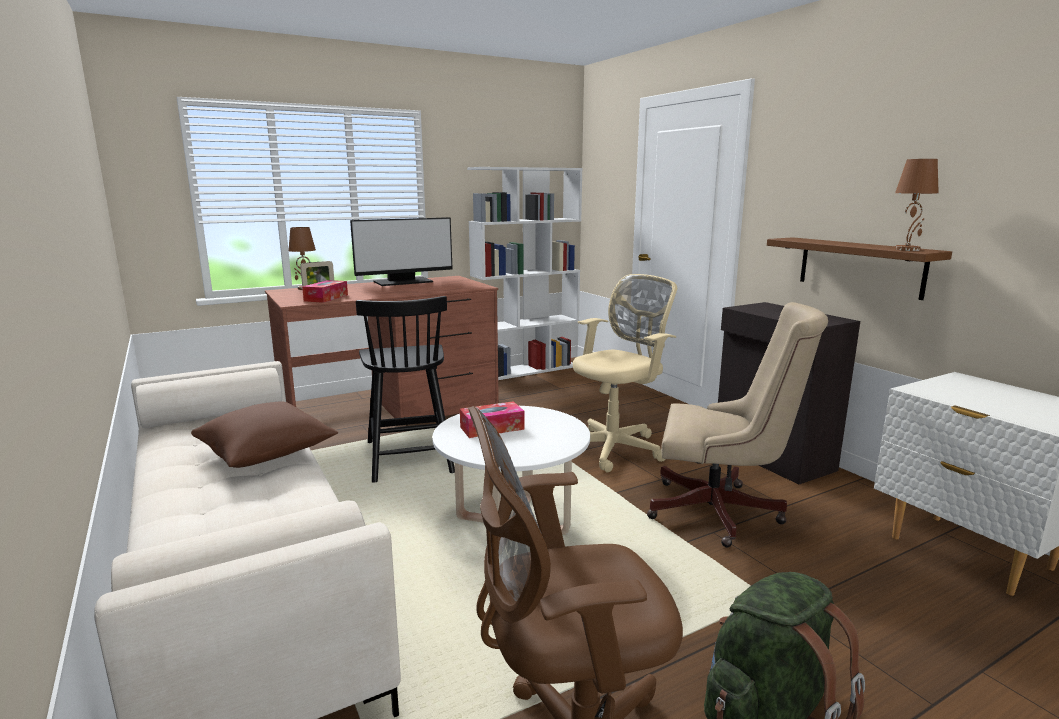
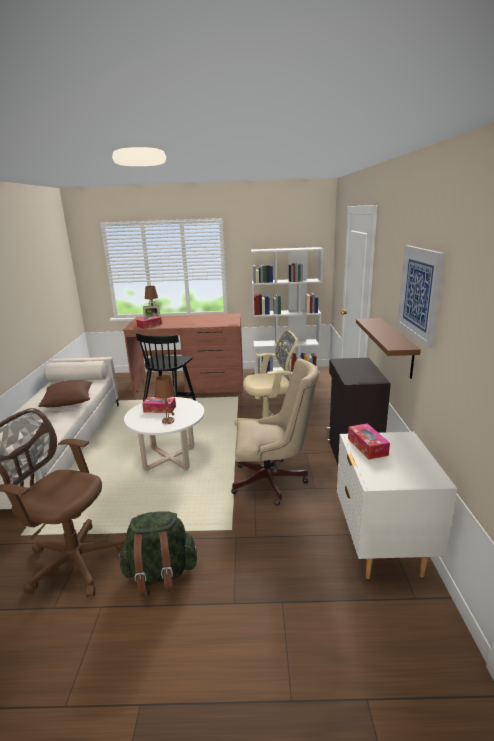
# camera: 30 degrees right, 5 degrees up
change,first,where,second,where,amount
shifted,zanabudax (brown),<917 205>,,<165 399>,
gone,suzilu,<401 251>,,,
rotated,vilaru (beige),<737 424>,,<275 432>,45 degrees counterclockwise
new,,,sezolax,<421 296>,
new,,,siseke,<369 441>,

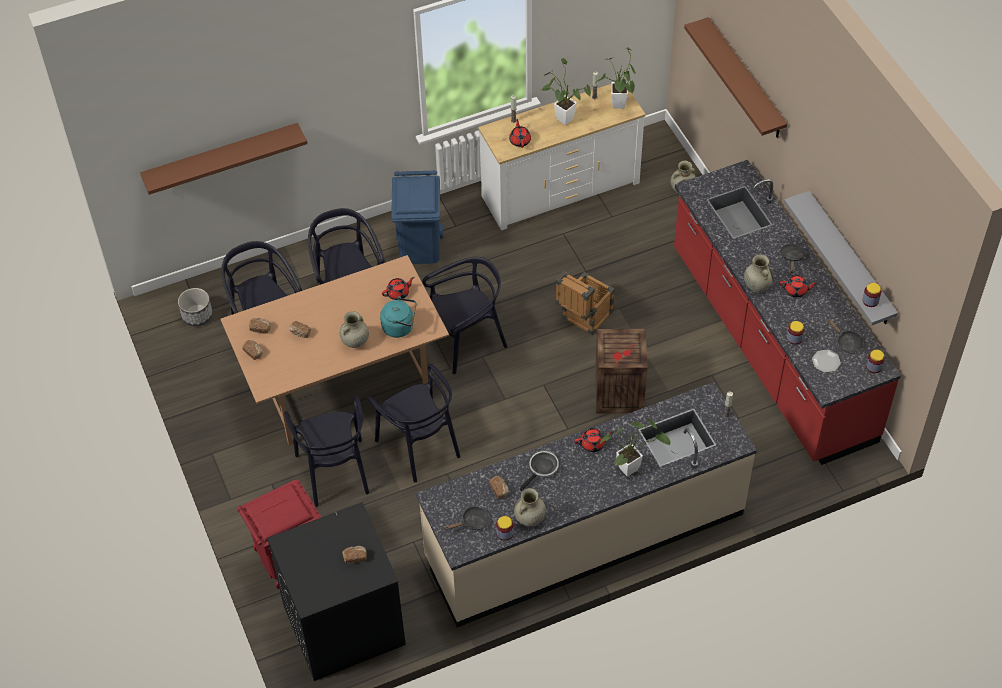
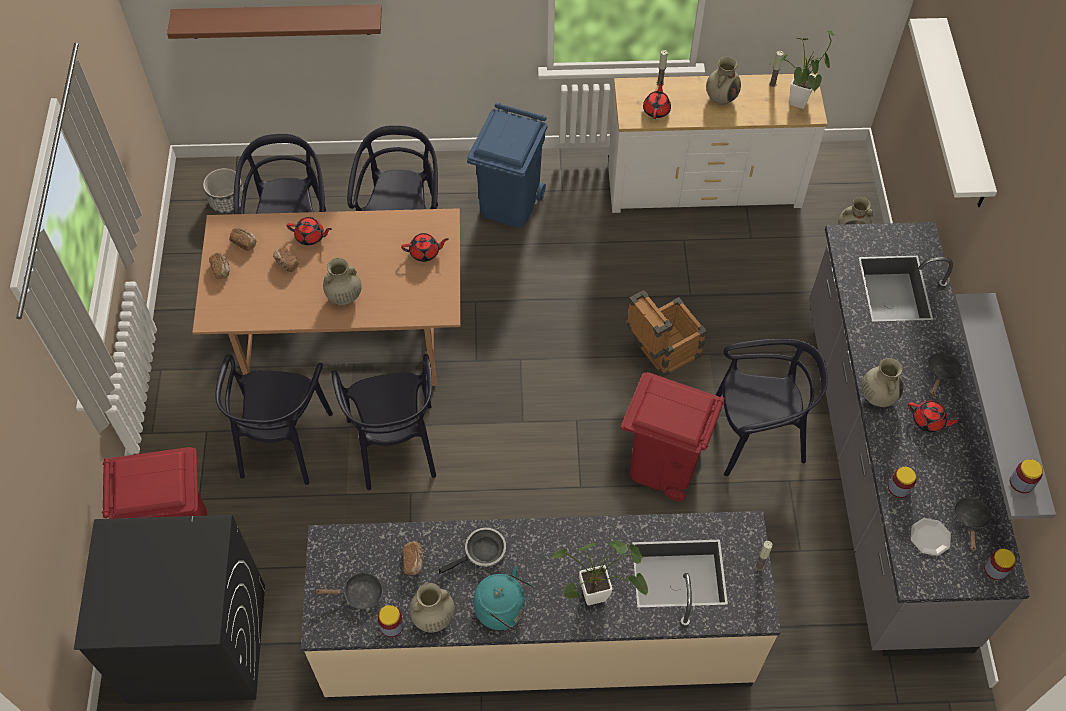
# camera: 20 degrees right, 5 degrees up
change,first,where,second,where,amount
repainted,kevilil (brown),<735 77>,kevilil (white),<952 112>,
swapped,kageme,<566 91>,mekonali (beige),<723 81>,
repainted,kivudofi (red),<787 312>,kivudofi (grey),<919 439>,
shifted,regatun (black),<464 315>,,<772 407>,
shifted,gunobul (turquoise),<398 317>,,<504 598>,
rotated,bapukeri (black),<845 336>,,<973 524>,150 degrees counterclockwise
swapped,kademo,<621 371>,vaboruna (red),<673 436>,
shifted,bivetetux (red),<594 440>,,<309 231>,
gone,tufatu,<354 554>,,,

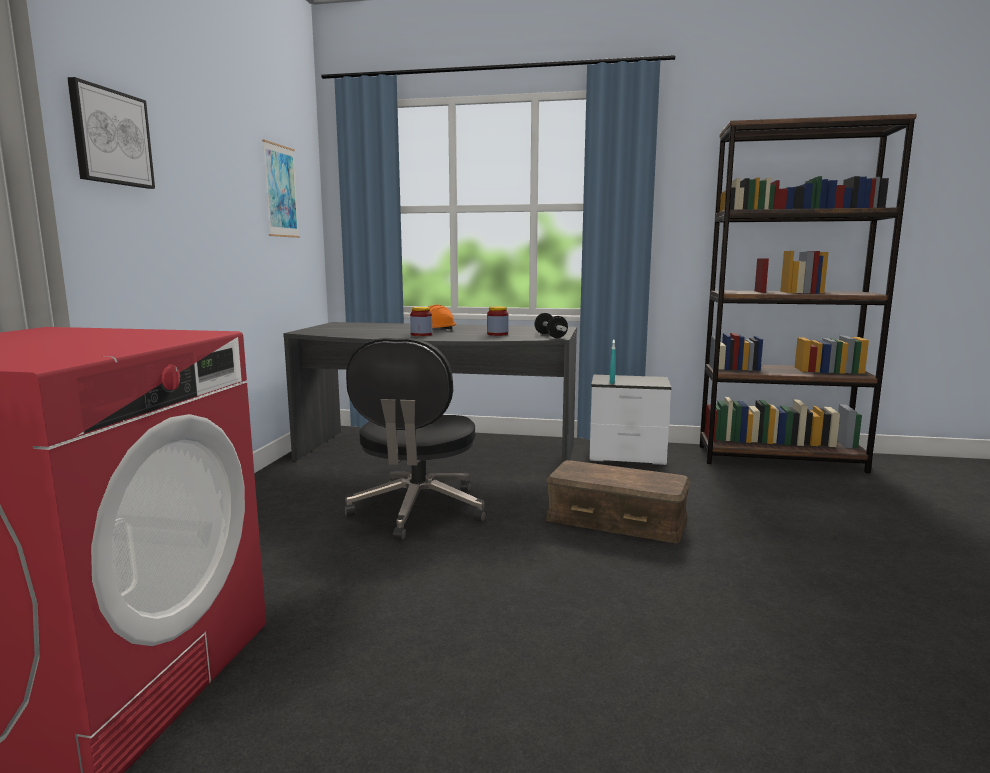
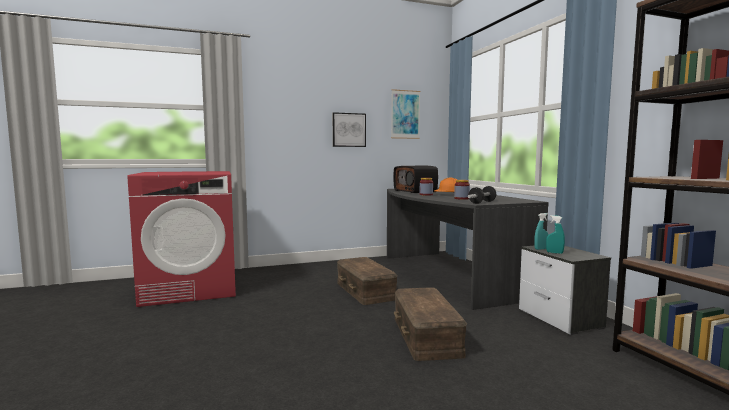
# camera: 60 degrees right, 5 degrees down
change,first,where,second,where,amount
shifted,sezolax,<111 133>,,<349 129>,
swapped,vilaru (black),<415 439>,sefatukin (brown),<367 281>,
new,,,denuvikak,<416 179>,
new,,,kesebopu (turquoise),<555 234>,

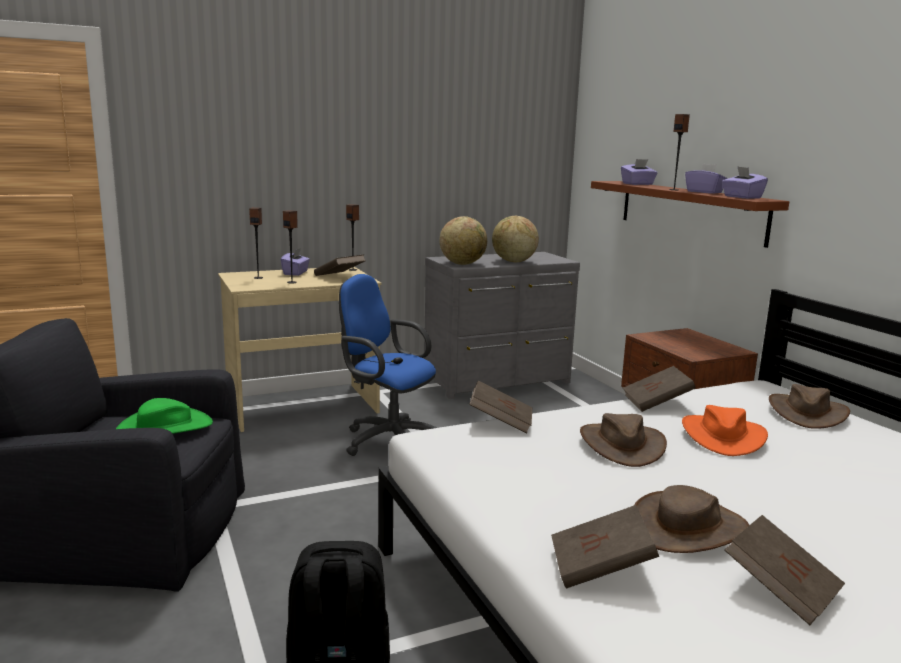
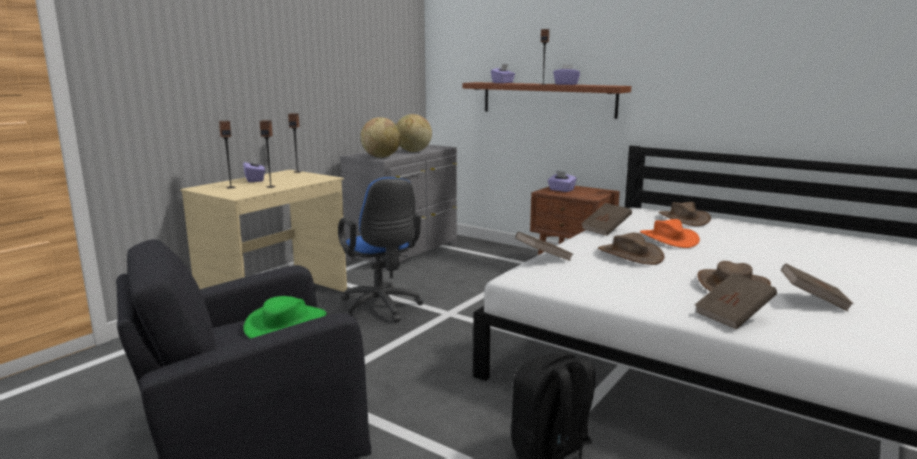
# camera: 30 degrees left, 0 degrees up
change,first,where,second,where,amount
shifted,siseke (purple),<745 182>,,<562 181>,
gone,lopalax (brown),<340 265>,,,
rotated,vilaru (blue),<388 365>,,<381 250>,120 degrees counterclockwise

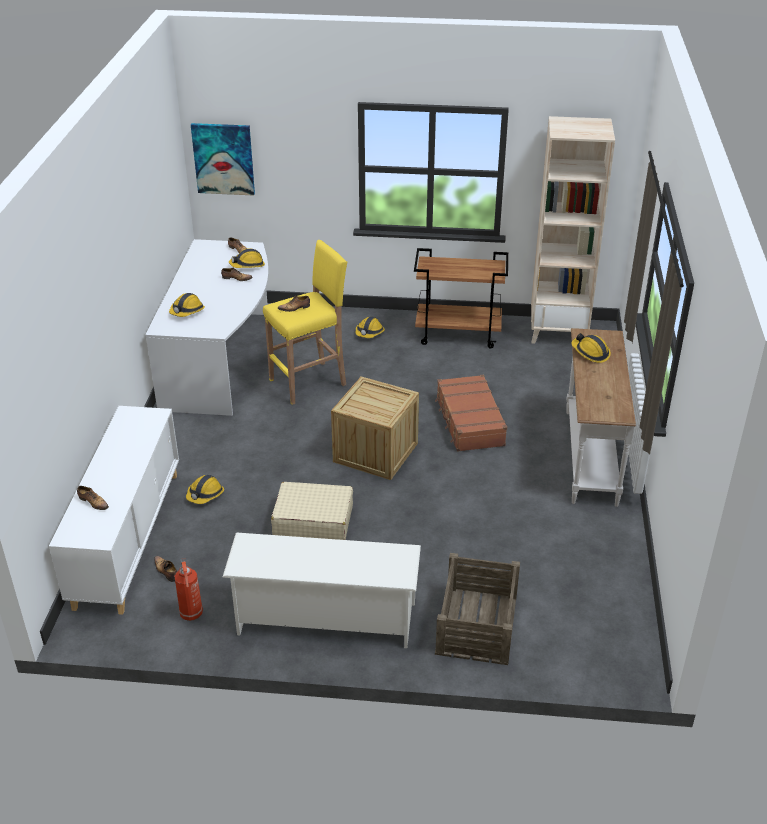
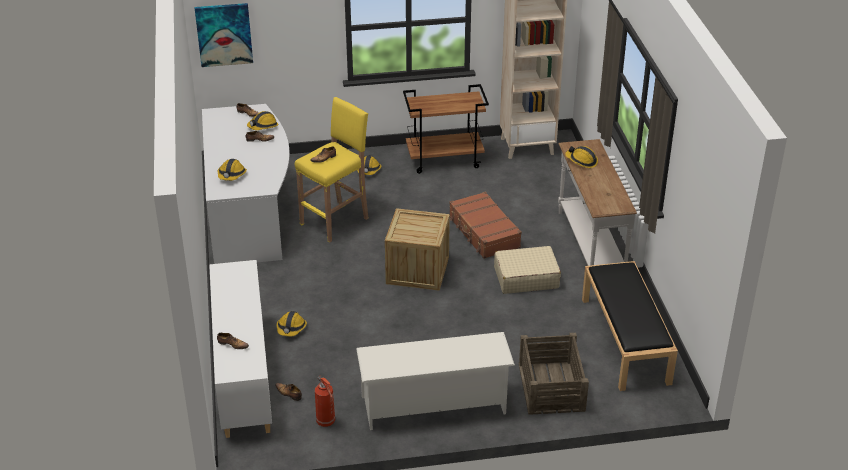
# camera: 15 degrees left, 0 degrees up
change,first,where,second,where,amount
shifted,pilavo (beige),<312 511>,,<527 270>,
new,,,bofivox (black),<630 326>,

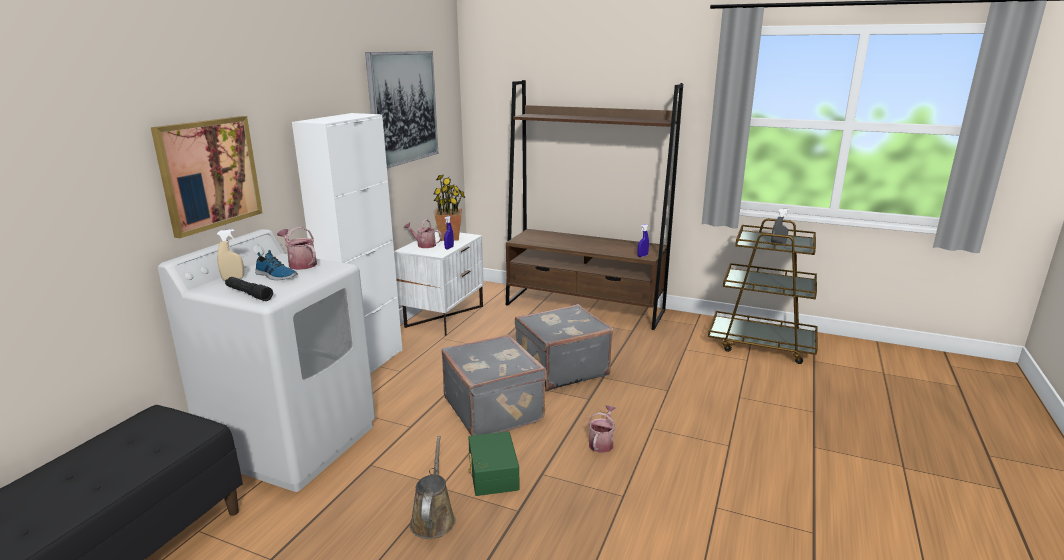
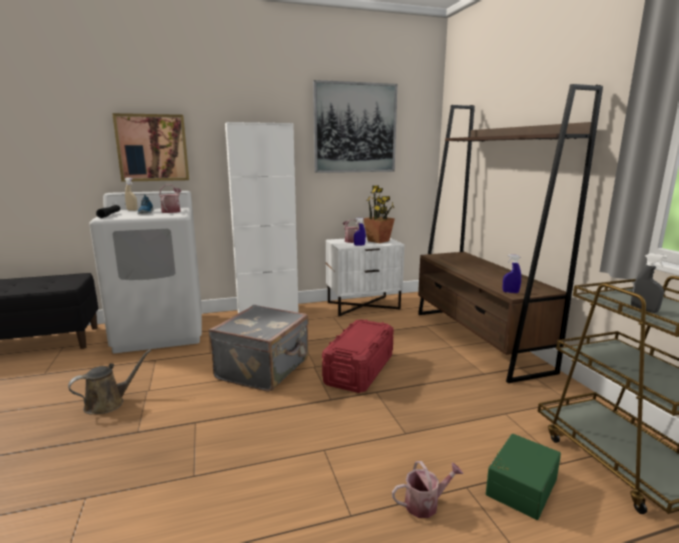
# camera: 50 degrees right, 5 degrees down
change,first,where,second,where,amount
swapped,pilavo (grey),<564 347>,sefatukin (red),<358 356>,
shifted,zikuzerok,<602 429>,,<427 489>,
shifted,sefatukin (green),<494 463>,,<523 477>,

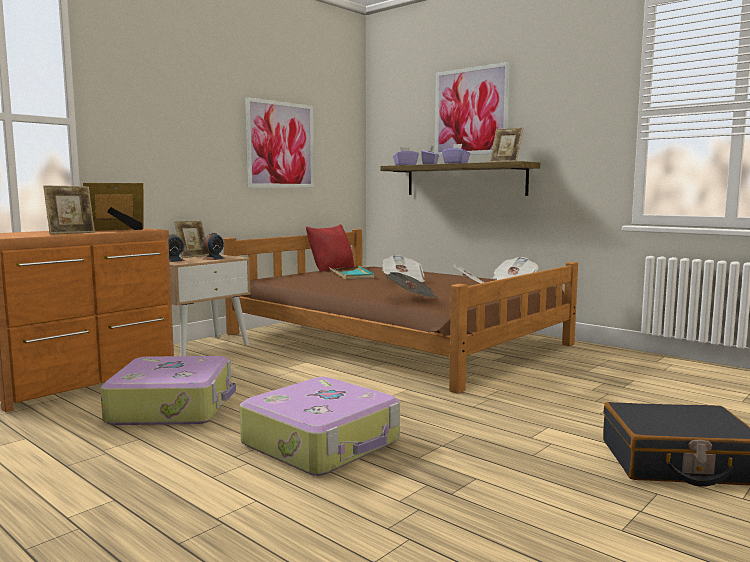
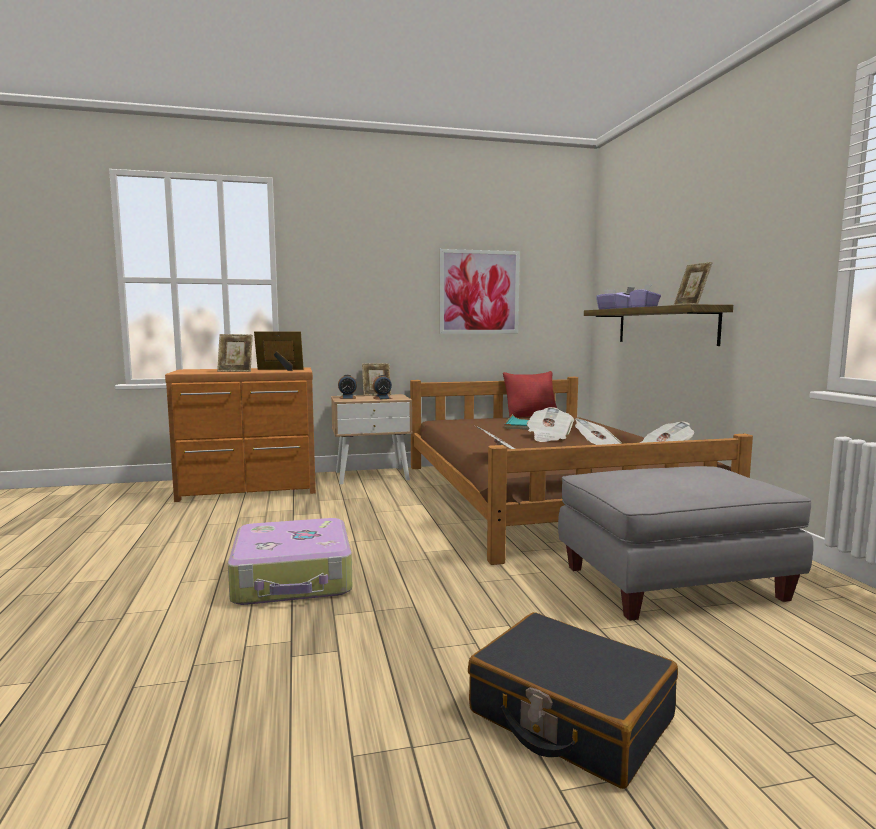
# camera: 35 degrees right, 0 degrees up
change,first,where,second,where,amount
gone,sezolax,<472 109>,,,
gone,pilavo,<168 390>,,,
new,,,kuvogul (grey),<685 543>,

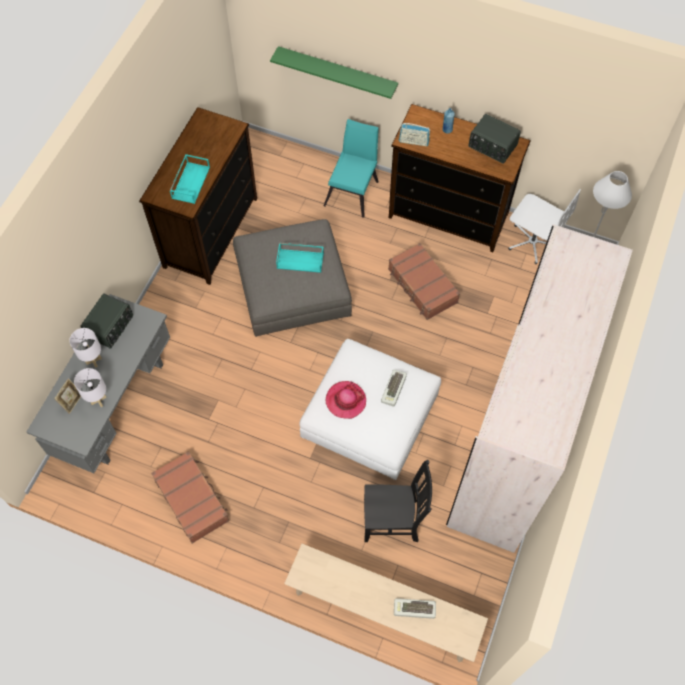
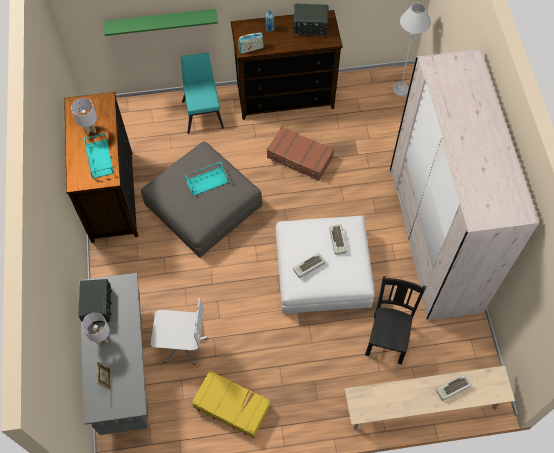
# camera: 30 degrees left, 0 degrees up
change,first,where,second,where,amount
shifted,vilaru (white),<544 226>,,<179 331>,
shifted,zanabudax (white),<90 387>,,<84 116>,
swapped,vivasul,<346 400>,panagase,<309 265>,
repainted,pilavo (brown),<190 497>,pilavo (yellow),<231 404>,
rotated,regatun (black),<398 501>,,<395 320>,45 degrees counterclockwise

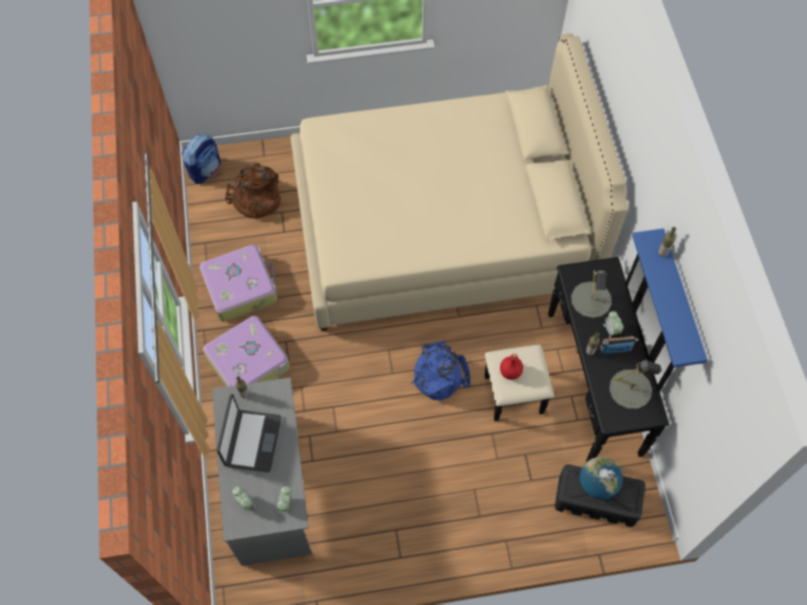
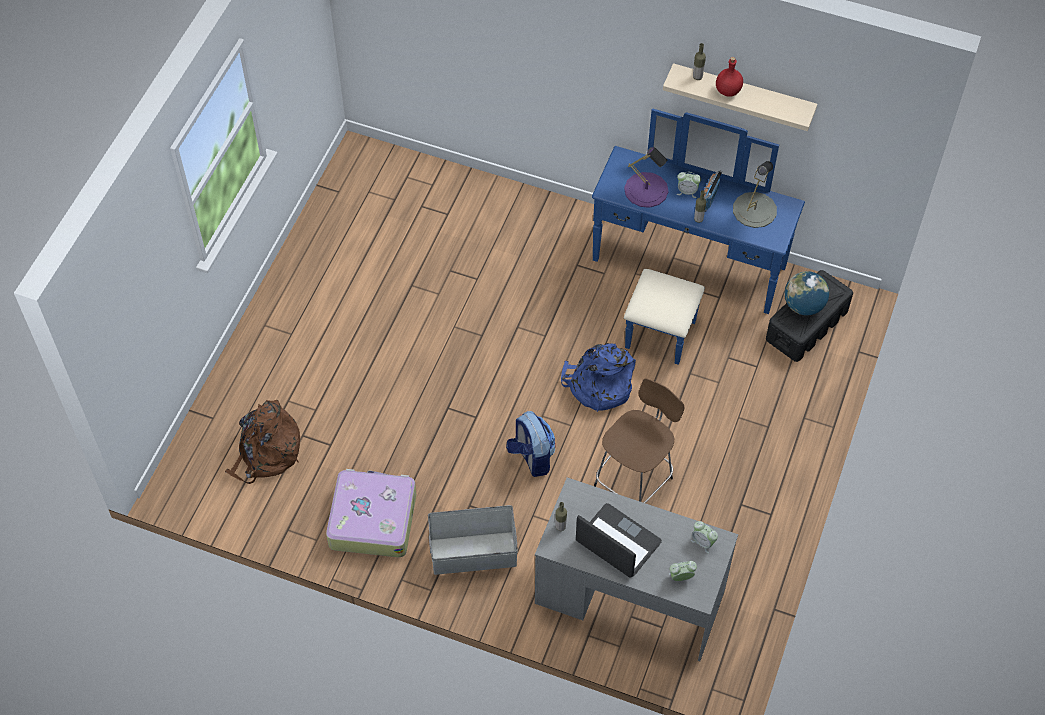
# camera: 60 degrees left, 5 degrees down
change,first,where,second,where,amount
gone,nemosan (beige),<459 182>,,,
shifted,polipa,<201 159>,,<530 444>,
repainted,kevilil (blue),<670 298>,kevilil (beige),<740 97>,
repainted,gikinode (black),<579 357>,gikinode (blue),<698 236>,
repainted,zanabudax (grey),<591 294>,zanabudax (purple),<646 177>,
swapped,pilavo,<246 351>,sefatukin (grey),<473 540>,
shifted,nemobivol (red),<511 367>,,<729 77>,
new,,,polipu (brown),<639 440>,

